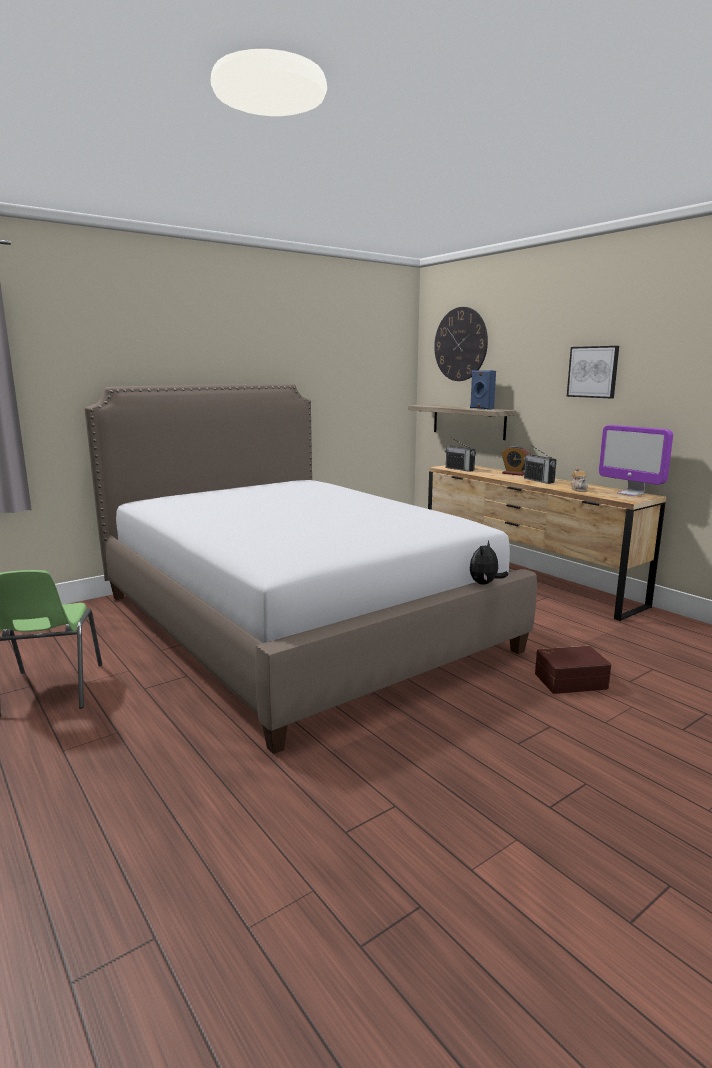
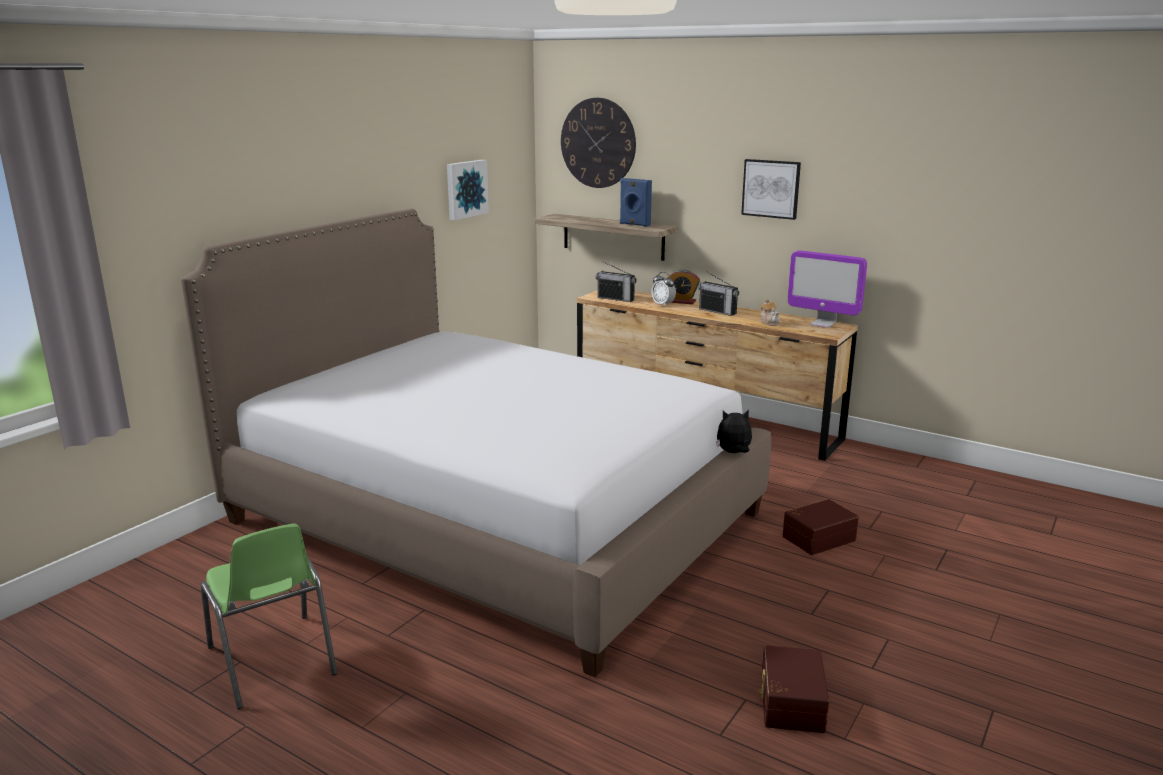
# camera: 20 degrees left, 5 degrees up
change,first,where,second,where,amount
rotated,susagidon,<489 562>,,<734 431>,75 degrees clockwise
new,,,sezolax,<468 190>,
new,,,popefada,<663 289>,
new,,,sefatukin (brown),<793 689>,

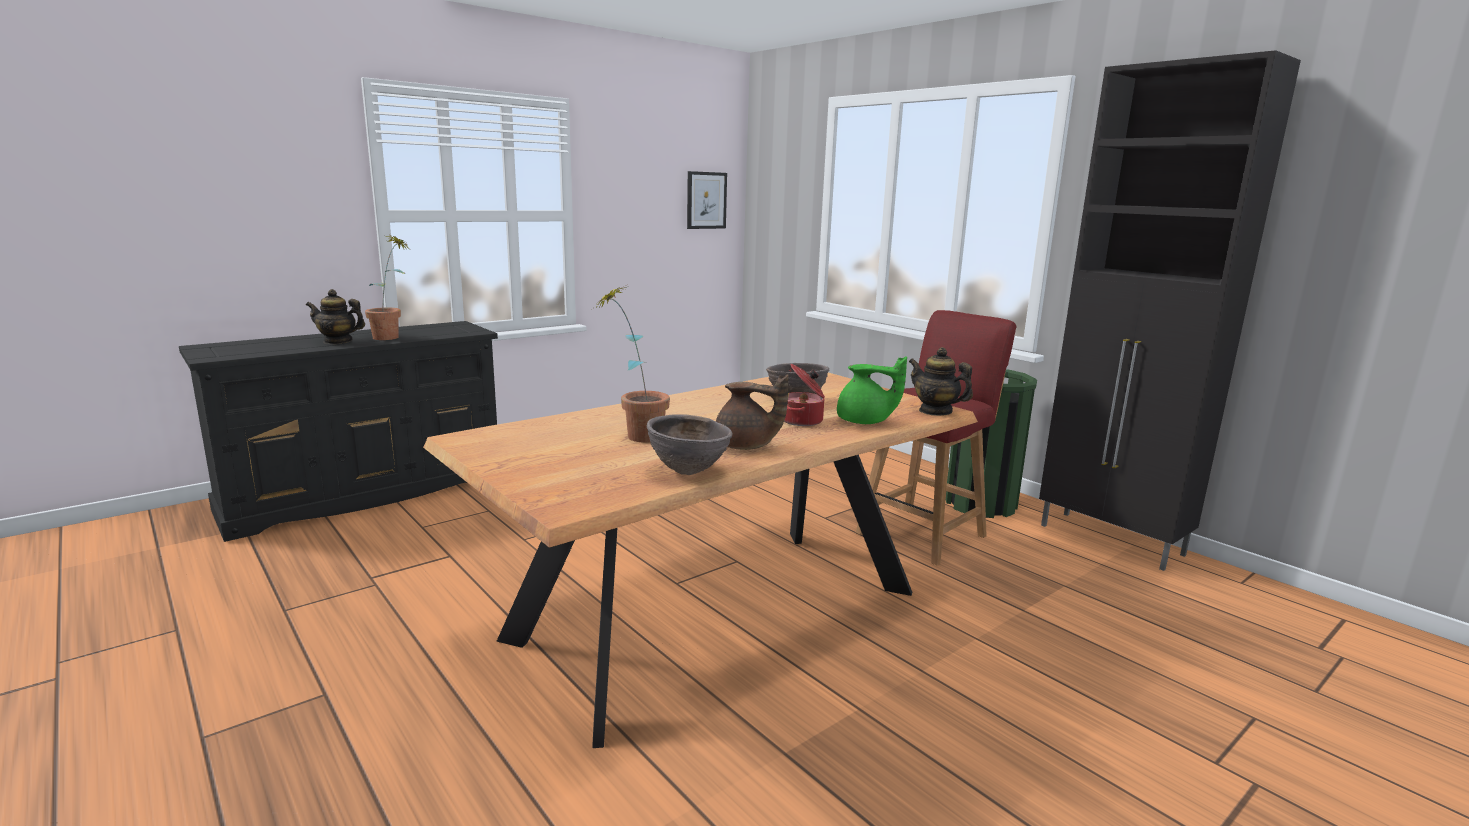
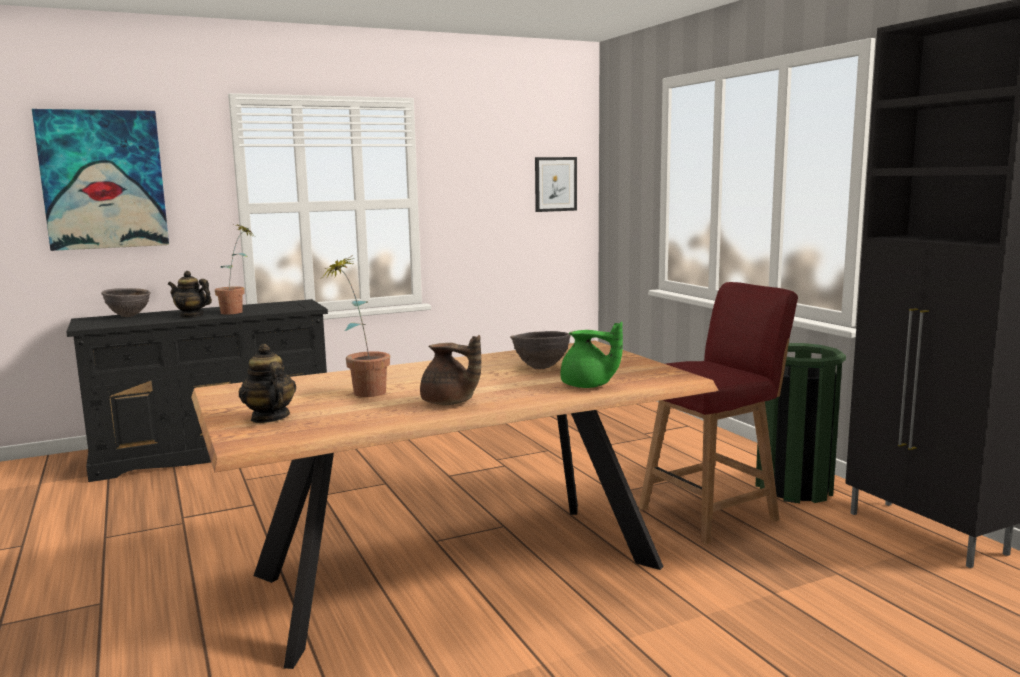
# camera: 15 degrees right, 5 degrees down
change,first,where,second,where,amount
shifted,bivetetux,<941 381>,,<267 383>,
gone,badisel,<804 395>,,,
shifted,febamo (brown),<690 444>,,<126 302>,
new,,,sezolax,<100 180>,

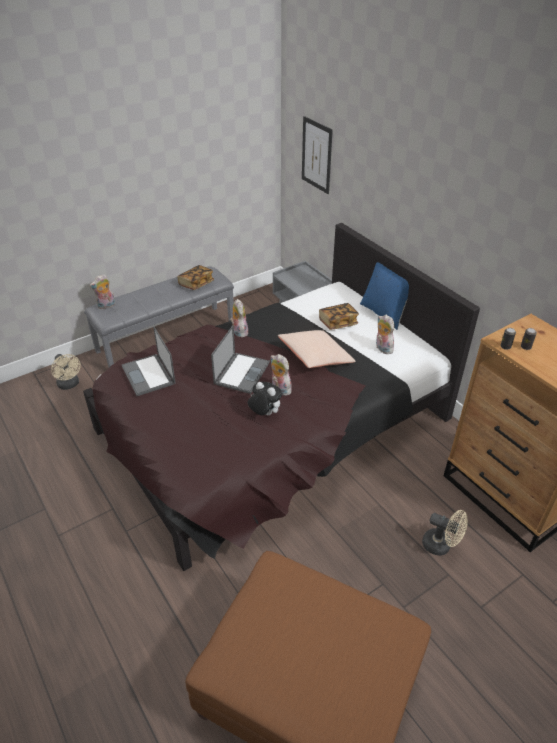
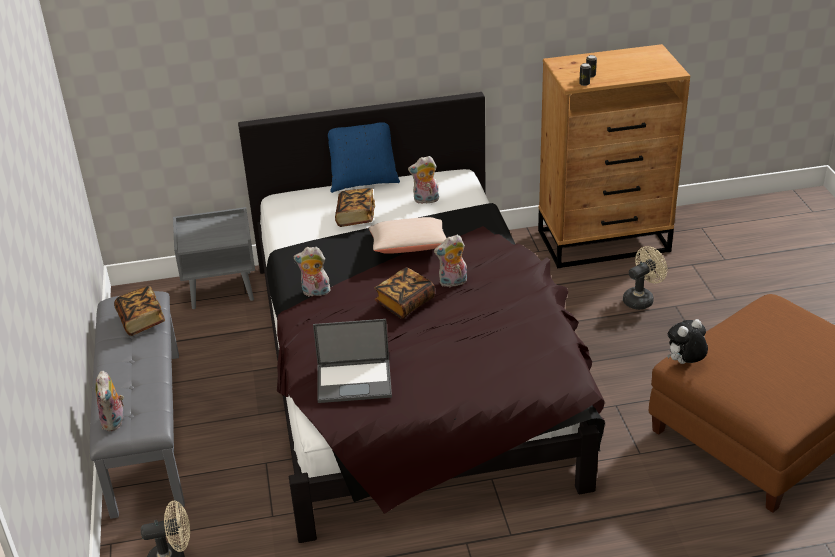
# camera: 65 degrees left, 5 degrees down
change,first,where,second,where,amount
gone,sezolax,<317 155>,,,
swapped,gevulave,<240 359>,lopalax,<404 293>,
shifted,susagidon,<265 398>,,<687 341>,

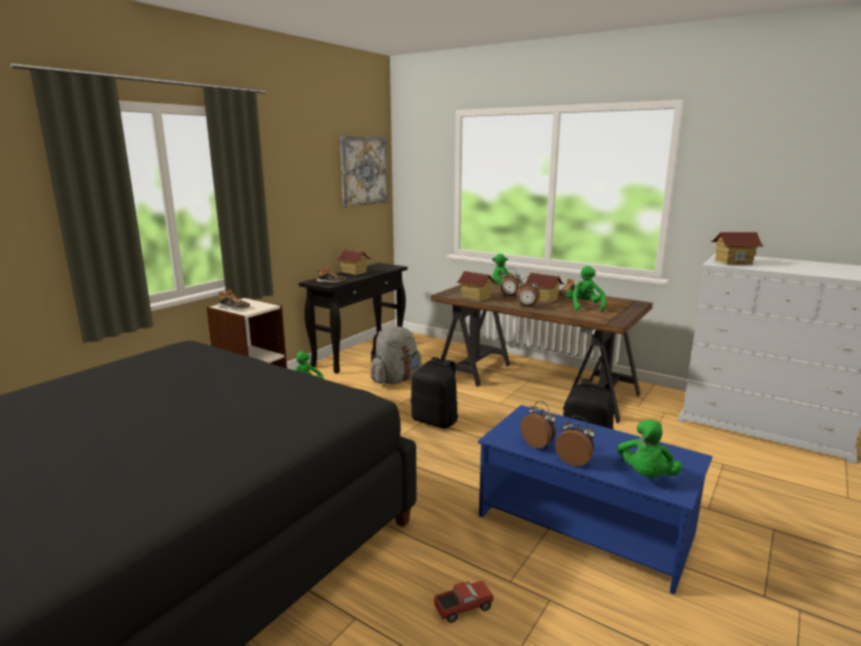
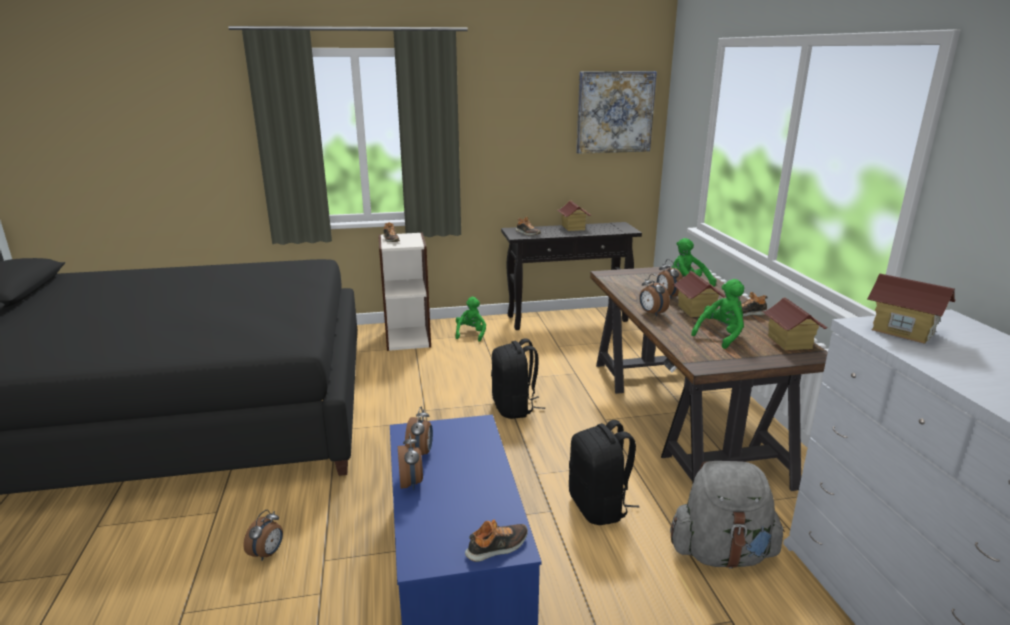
# camera: 45 degrees right, 5 degrees up
change,first,where,second,where,amount
shifted,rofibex,<476 286>,,<794 323>,
shifted,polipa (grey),<395 355>,,<727 515>,
gone,susagidon (green),<649 448>,,,
swapped,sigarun,<464 602>,popefada,<263 535>,
new,,,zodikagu,<496 541>,

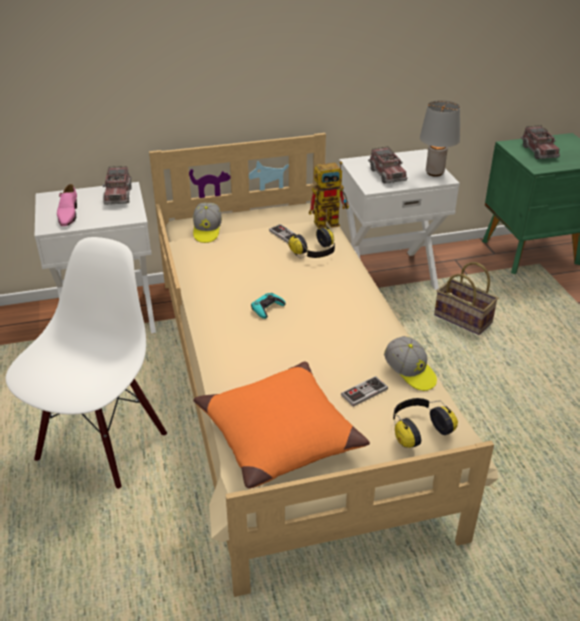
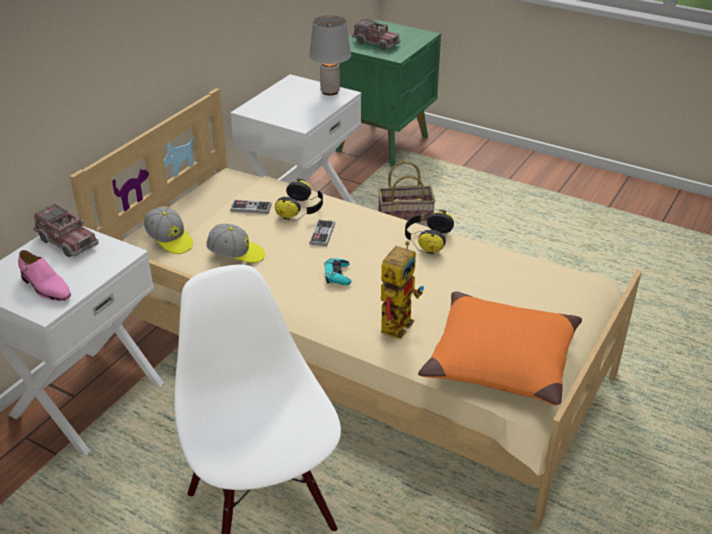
# camera: 45 degrees left, 0 degrees up
change,first,where,second,where,amount
gone,sigarun,<387 165>,,,
shifted,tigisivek,<329 195>,,<402 290>,
shifted,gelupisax,<410 363>,,<235 243>,
shifted,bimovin,<364 391>,,<322 232>,
shifted,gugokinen,<425 423>,,<429 231>,

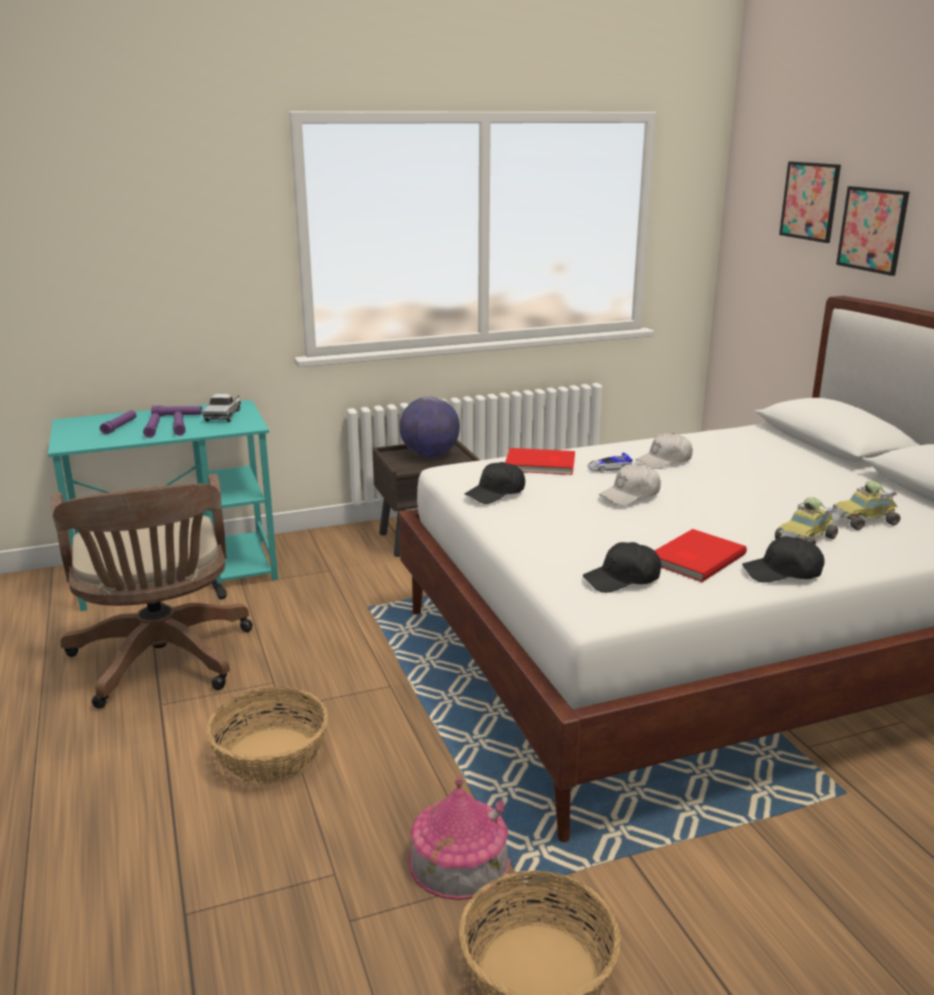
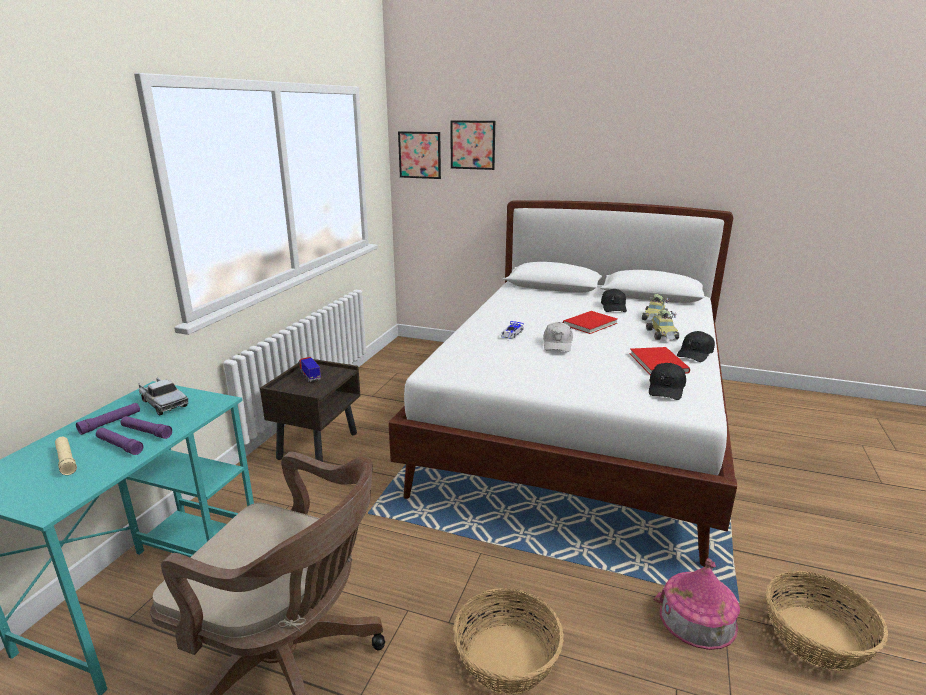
# camera: 50 degrees left, 0 degrees up
change,first,where,second,where,amount
shifted,sezolax,<872 231>,,<419 155>,
swapped,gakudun,<429 427>,sigarun,<309 370>,
repainted,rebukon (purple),<118 422>,rebukon (beige),<66 456>,
gone,gelupisax (white),<664 451>,,,
shifted,lopalax (red),<540 461>,,<590 322>,
shifted,gelupisax (black),<495 483>,,<614 300>,

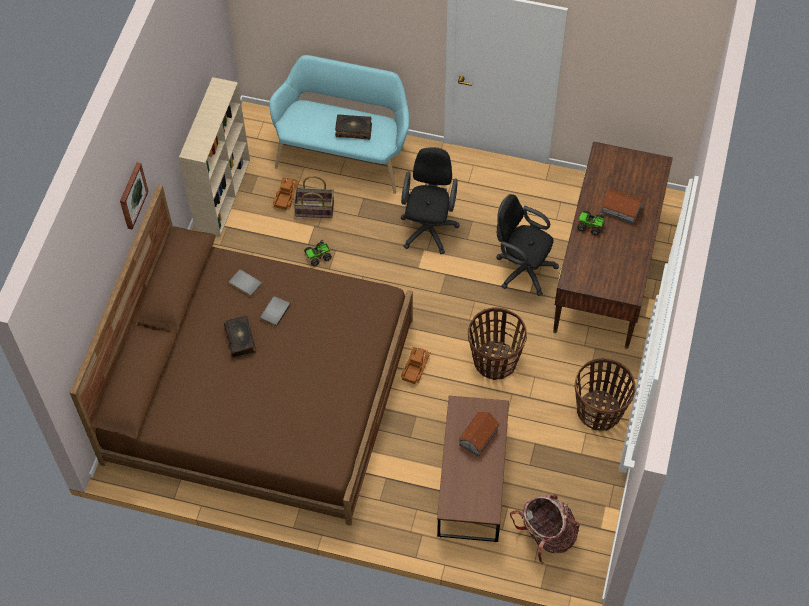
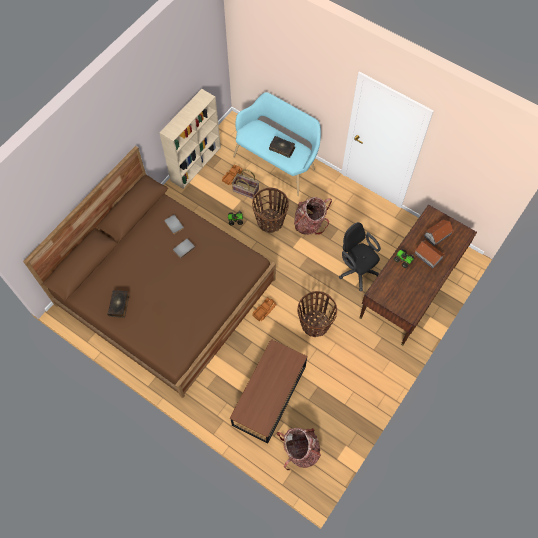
# camera: 20 degrees right, 5 degrees up
change,first,where,second,where,amount
swapped,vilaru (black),<430 200>,polipa,<313 216>,
gone,sezolax,<134 195>,,,
shifted,lopalax,<240 337>,,<118 304>,
shifted,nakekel,<605 394>,,<270 210>,
shifted,rofibex,<479 434>,,<439 233>,

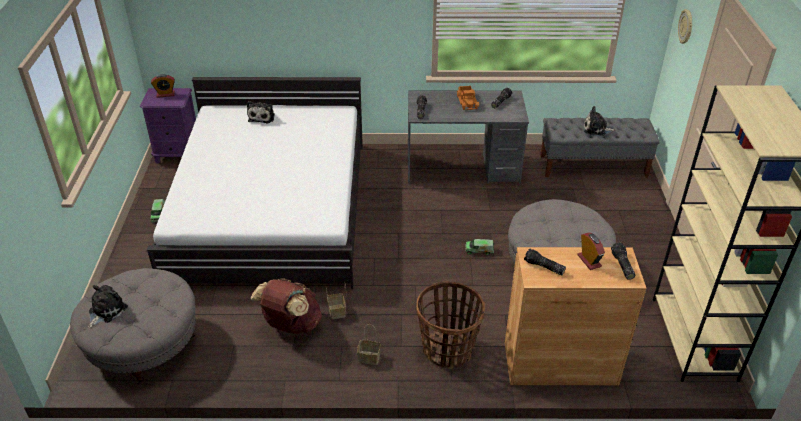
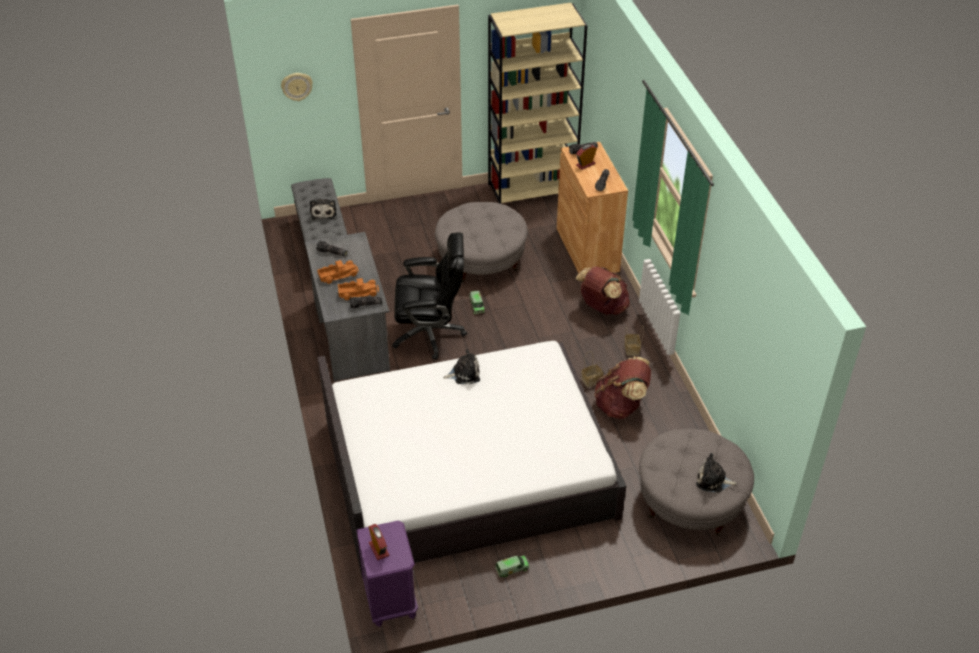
# camera: 105 degrees left, 5 degrees up
change,first,where,second,where,amount
shifted,susagidon,<261 112>,,<461 366>,
swapped,nakekel,<450 325>,polipa (brown),<603 290>,
new,,,vilaru (black),<429 296>,
new,,,sigarun,<358 289>,

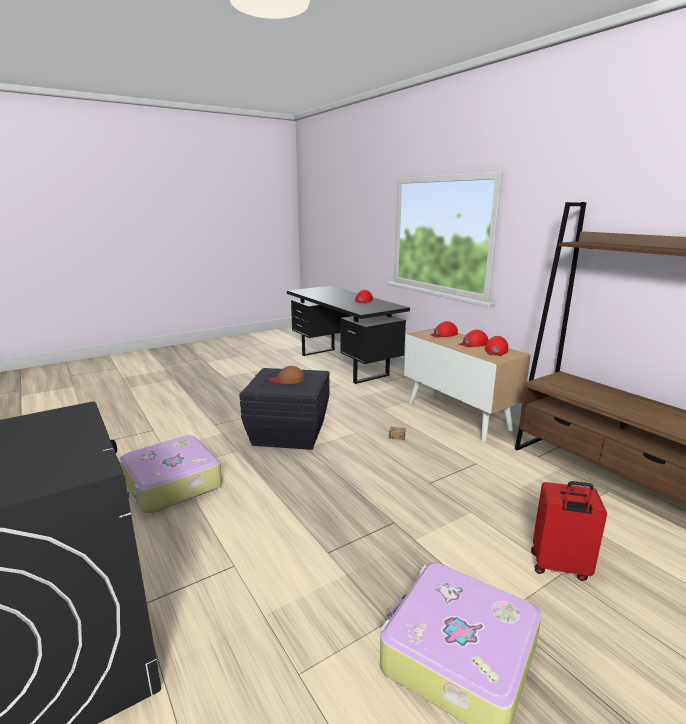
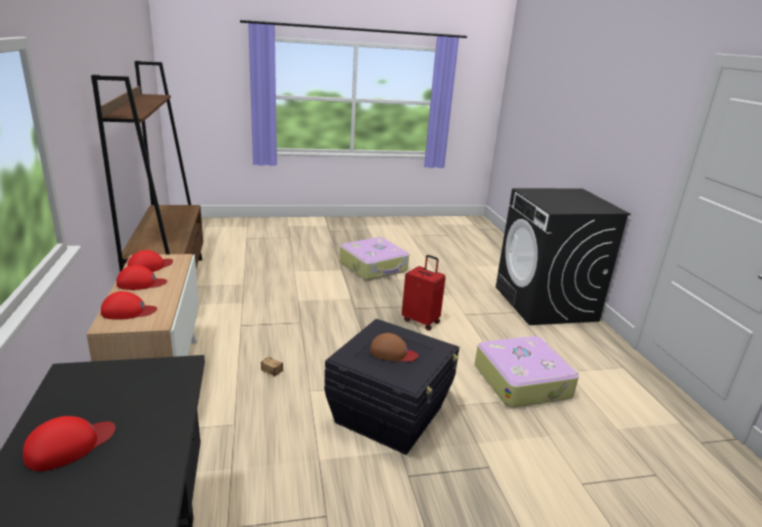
# camera: 160 degrees left, 5 degrees up
change,first,where,second,where,amount
shifted,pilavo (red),<569 531>,,<424 292>,

